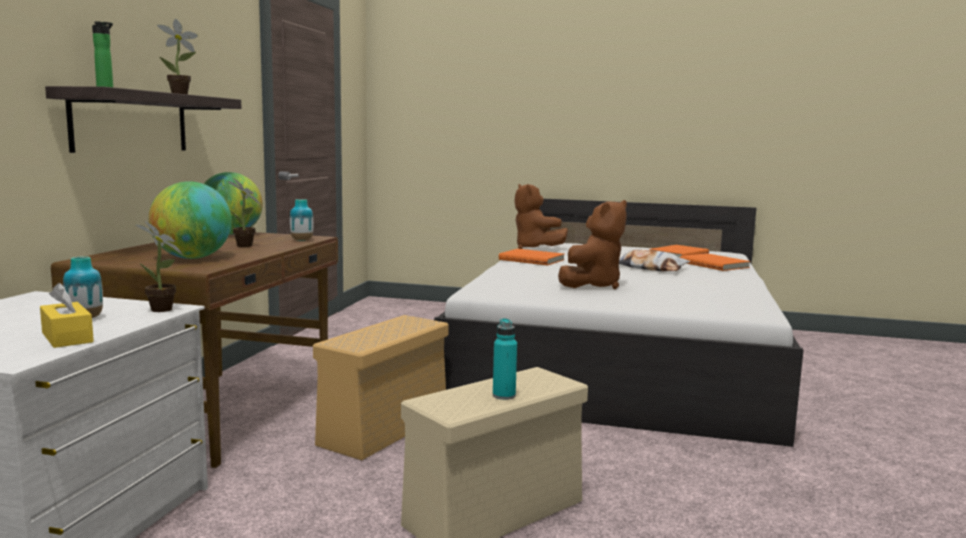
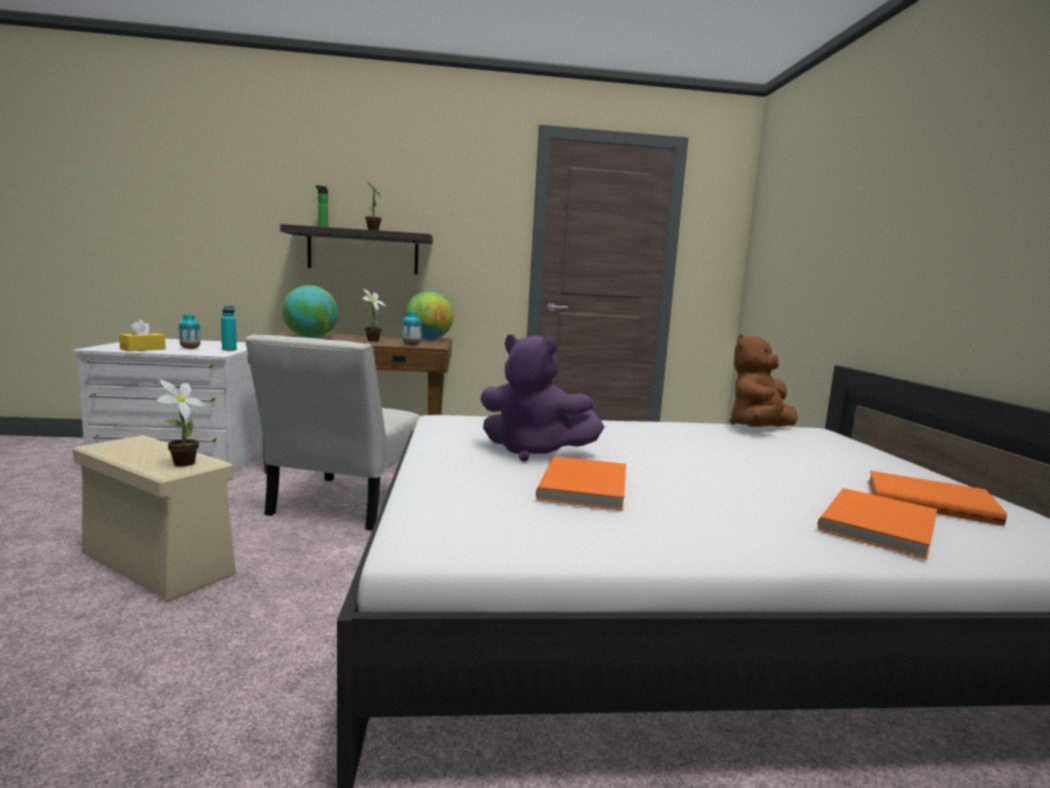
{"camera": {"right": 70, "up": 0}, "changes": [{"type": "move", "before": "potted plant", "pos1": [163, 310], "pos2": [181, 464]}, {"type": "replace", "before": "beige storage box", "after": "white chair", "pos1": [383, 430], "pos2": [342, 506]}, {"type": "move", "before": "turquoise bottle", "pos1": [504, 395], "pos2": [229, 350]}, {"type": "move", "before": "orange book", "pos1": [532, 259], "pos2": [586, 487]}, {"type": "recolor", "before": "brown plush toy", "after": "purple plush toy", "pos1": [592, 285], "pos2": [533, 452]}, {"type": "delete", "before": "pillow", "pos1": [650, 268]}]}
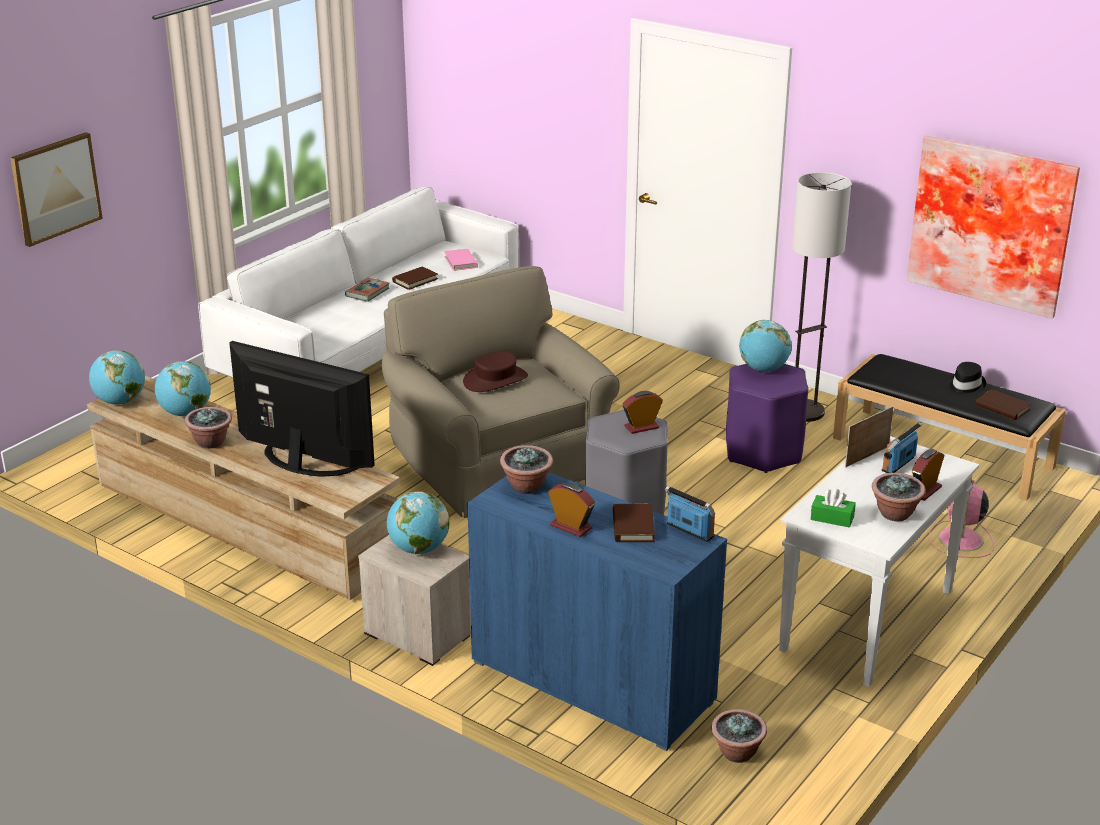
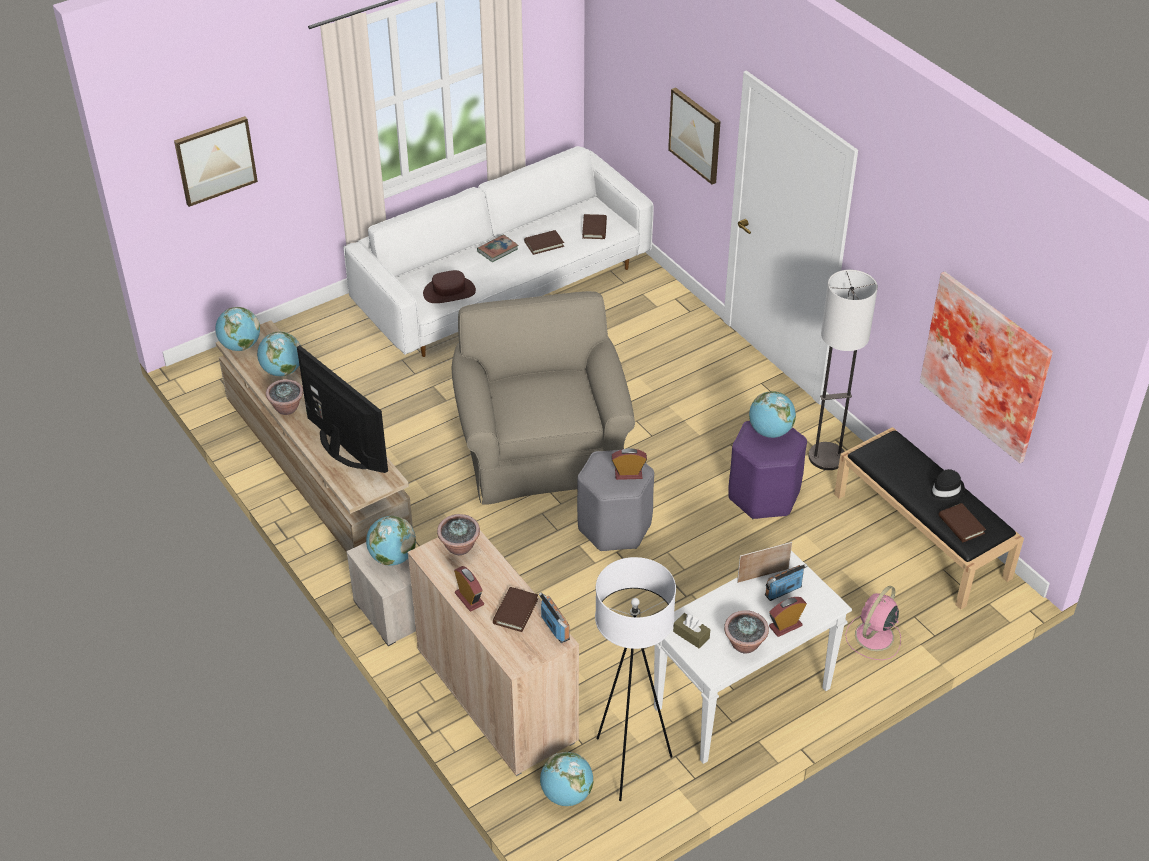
{"camera": {"right": 20, "up": 15}, "changes": [{"type": "recolor", "before": "pink book", "after": "brown book", "pos1": [461, 262], "pos2": [594, 228]}, {"type": "move", "before": "brown hat", "pos1": [495, 380], "pos2": [449, 292]}, {"type": "recolor", "before": "blue cabinet", "after": "beige cabinet", "pos1": [592, 681], "pos2": [496, 695]}, {"type": "replace", "before": "potted plant", "after": "globe", "pos1": [737, 753], "pos2": [566, 794]}, {"type": "recolor", "before": "green tissue box", "after": "brown tissue box", "pos1": [832, 518], "pos2": [691, 635]}, {"type": "insert", "after": "white floor lamp", "pos2": [629, 764]}, {"type": "insert", "after": "picture", "pos2": [695, 135]}]}
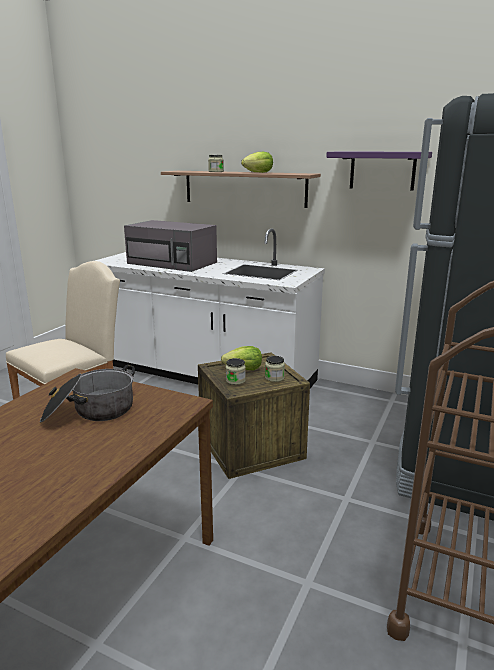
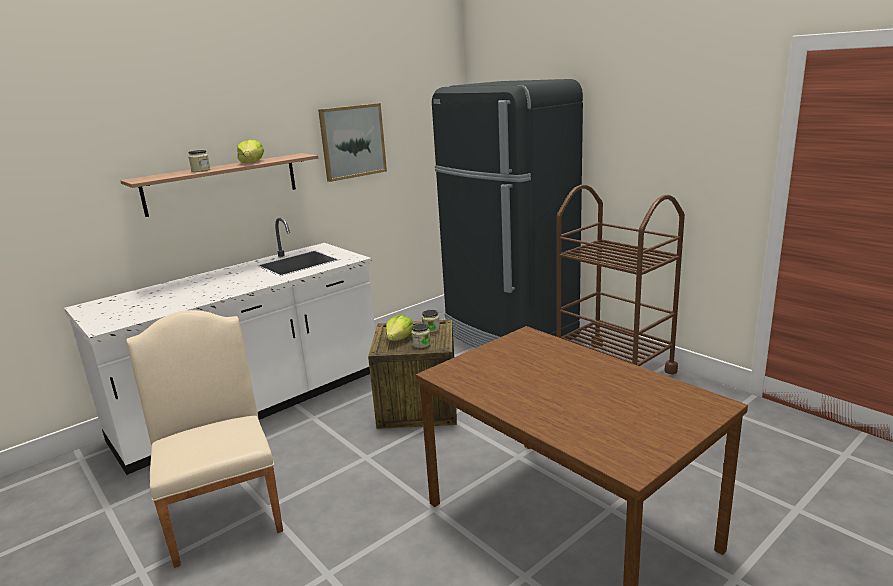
{"camera": {"right": -65, "up": 0}, "changes": [{"type": "delete", "before": "cooking pot", "pos1": [90, 412]}, {"type": "delete", "before": "grey microwave", "pos1": [173, 263]}, {"type": "replace", "before": "purple shelf", "after": "picture", "pos1": [382, 170], "pos2": [352, 141]}]}
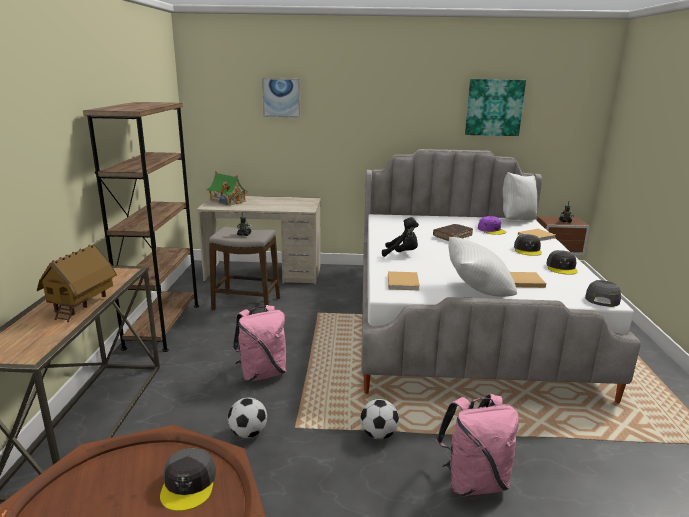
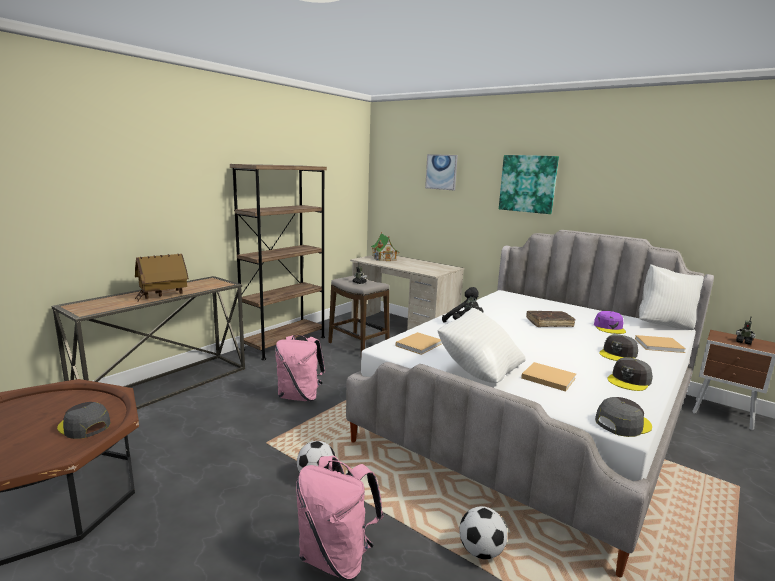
{"camera": {"right": 35, "up": -5}, "changes": [{"type": "rotate", "before": "grey cap", "pos1": [189, 484], "pos2": [84, 426], "turn": 90}, {"type": "move", "before": "football", "pos1": [248, 433], "pos2": [481, 551]}, {"type": "move", "before": "picture", "pos1": [494, 107], "pos2": [528, 184]}]}
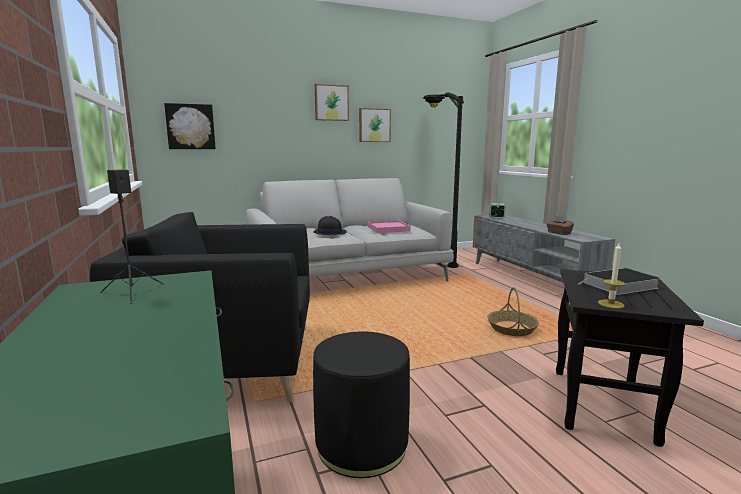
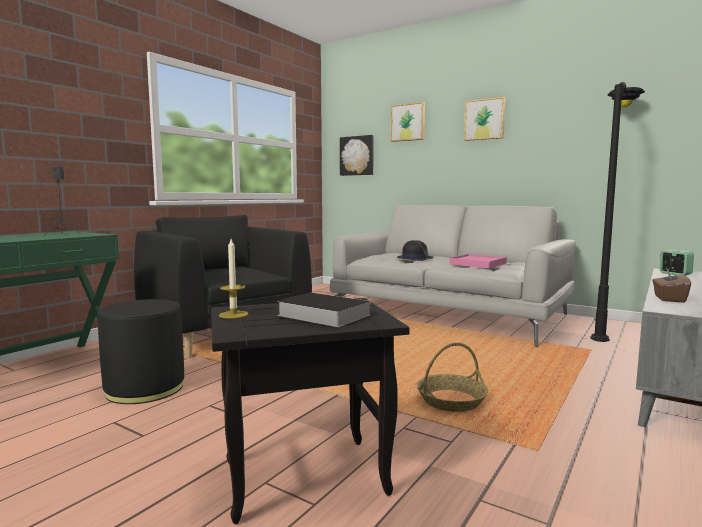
{"camera": {"right": 55, "up": -5}, "changes": [{"type": "move", "before": "picture", "pos1": [374, 125], "pos2": [408, 122]}]}
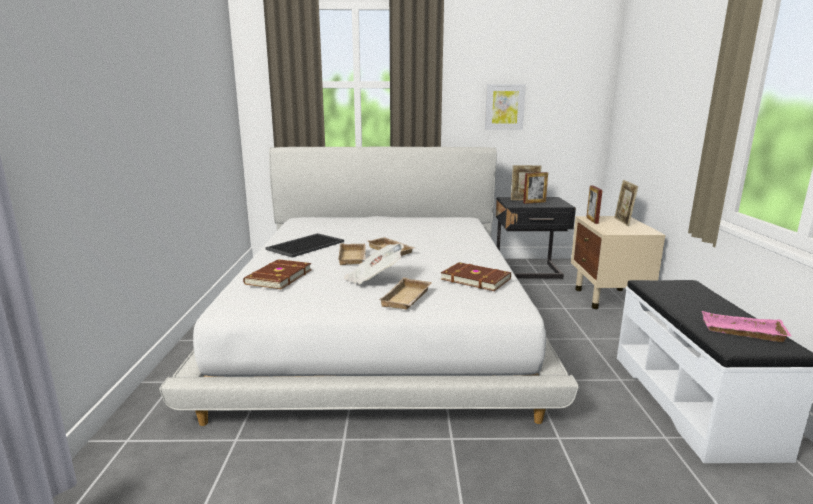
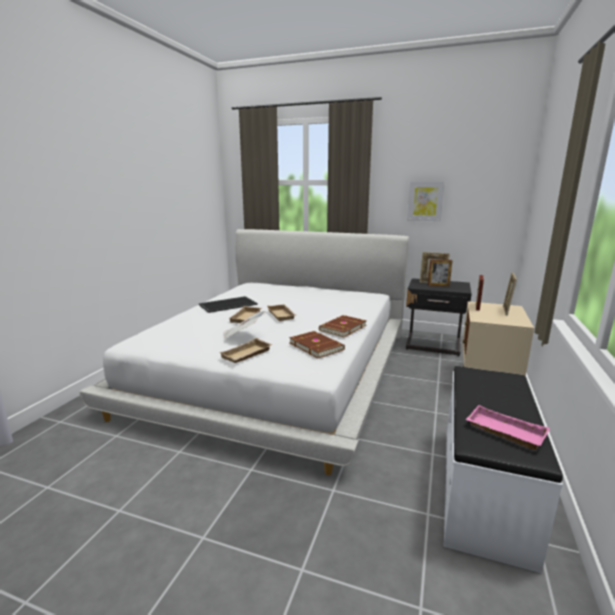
{"camera": {"right": 20, "up": 0}, "changes": [{"type": "move", "before": "brown book", "pos1": [277, 277], "pos2": [342, 328]}]}
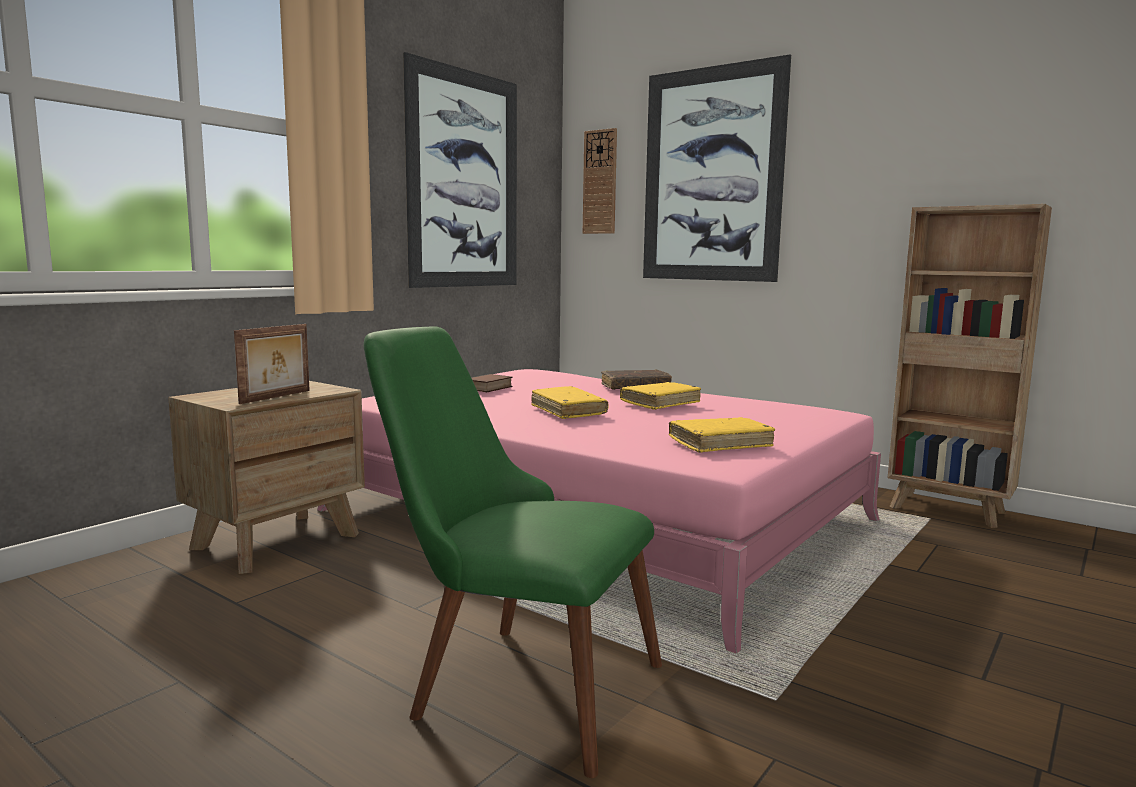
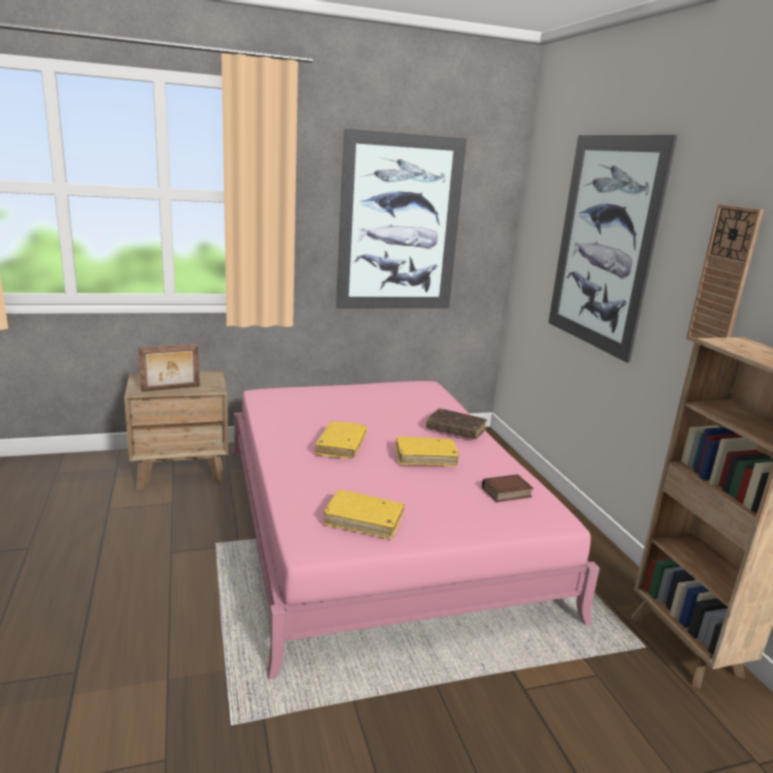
{"camera": {"right": 35, "up": 10}, "changes": [{"type": "delete", "before": "green chair", "pos1": [511, 683]}, {"type": "move", "before": "book", "pos1": [489, 388], "pos2": [506, 493]}, {"type": "move", "before": "wall clock", "pos1": [600, 182], "pos2": [723, 278]}]}
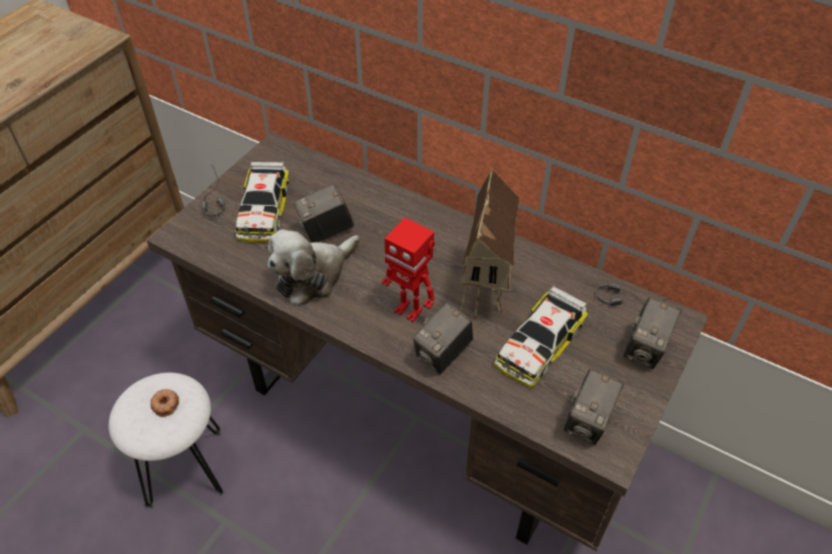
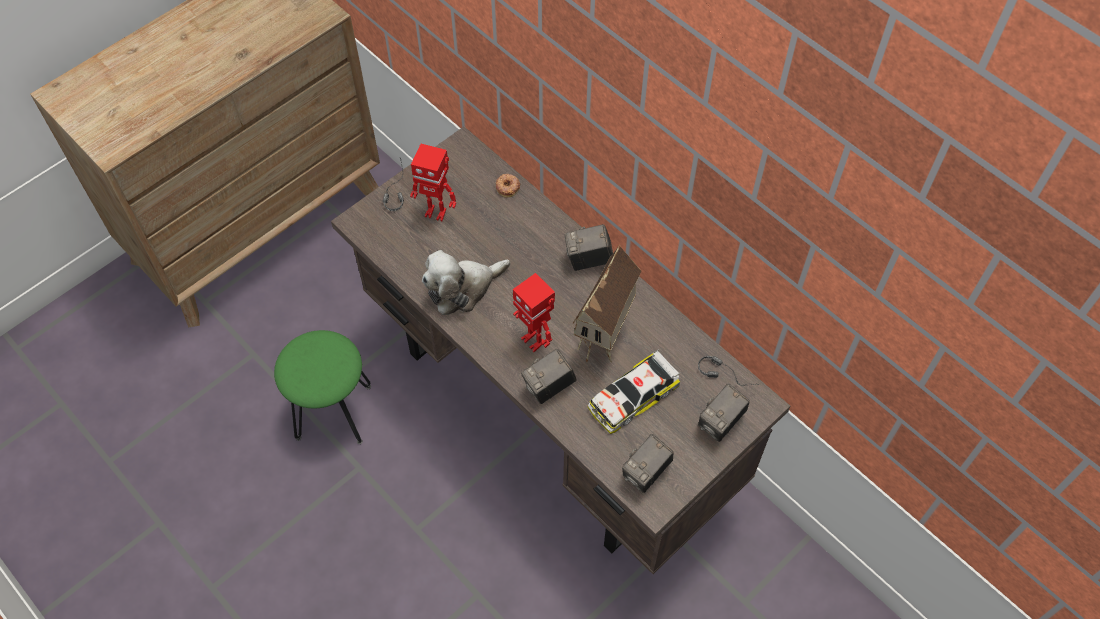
{"camera": {"right": 15, "up": 10}, "changes": [{"type": "recolor", "before": "white stool", "after": "green stool", "pos1": [186, 468], "pos2": [334, 412]}, {"type": "move", "before": "donut", "pos1": [165, 404], "pos2": [508, 187]}, {"type": "replace", "before": "toy car", "after": "toy robot", "pos1": [263, 210], "pos2": [436, 212]}, {"type": "move", "before": "photo camera", "pos1": [326, 231], "pos2": [589, 260]}]}
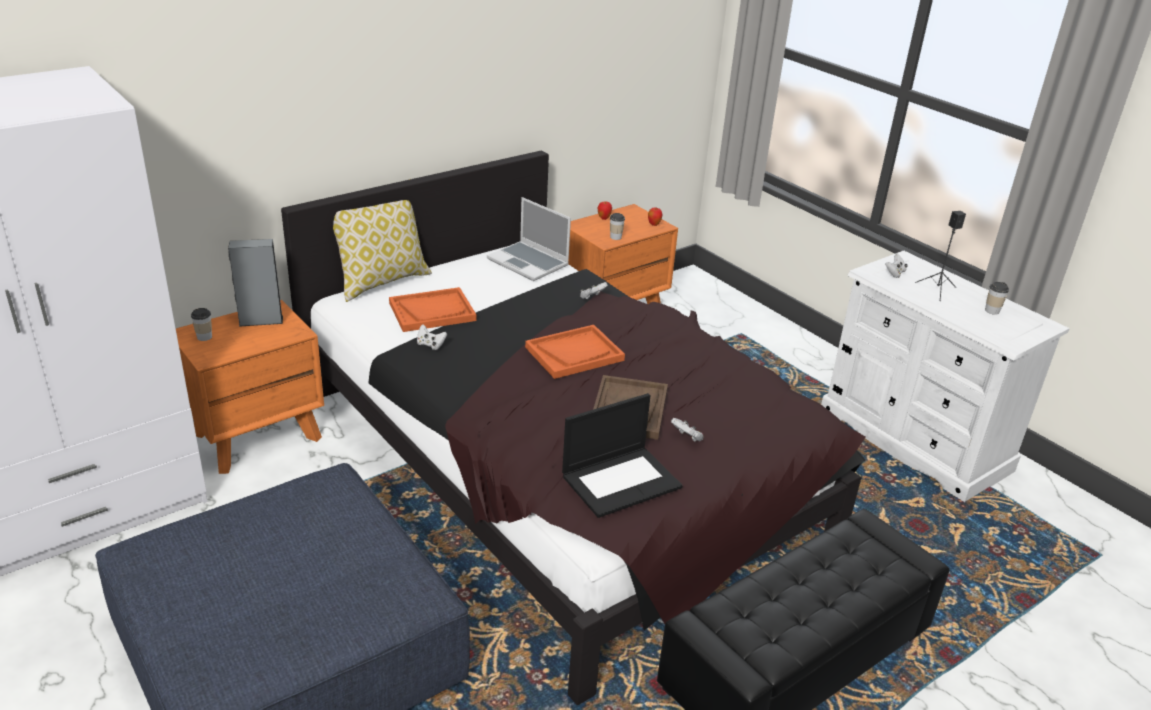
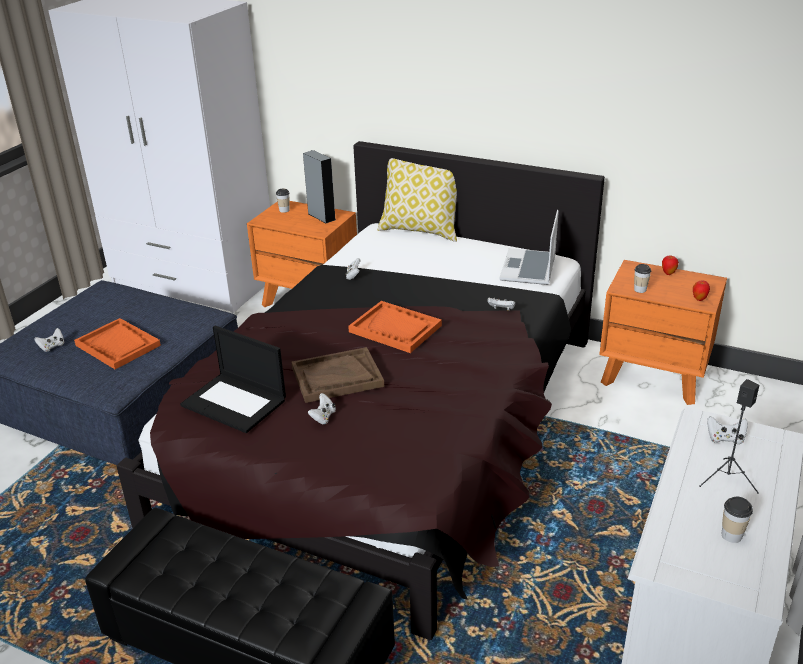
{"camera": {"right": 65, "up": 0}, "changes": [{"type": "move", "before": "orange tray", "pos1": [432, 312], "pos2": [118, 345]}, {"type": "insert", "after": "white game controller", "pos2": [52, 347]}]}
